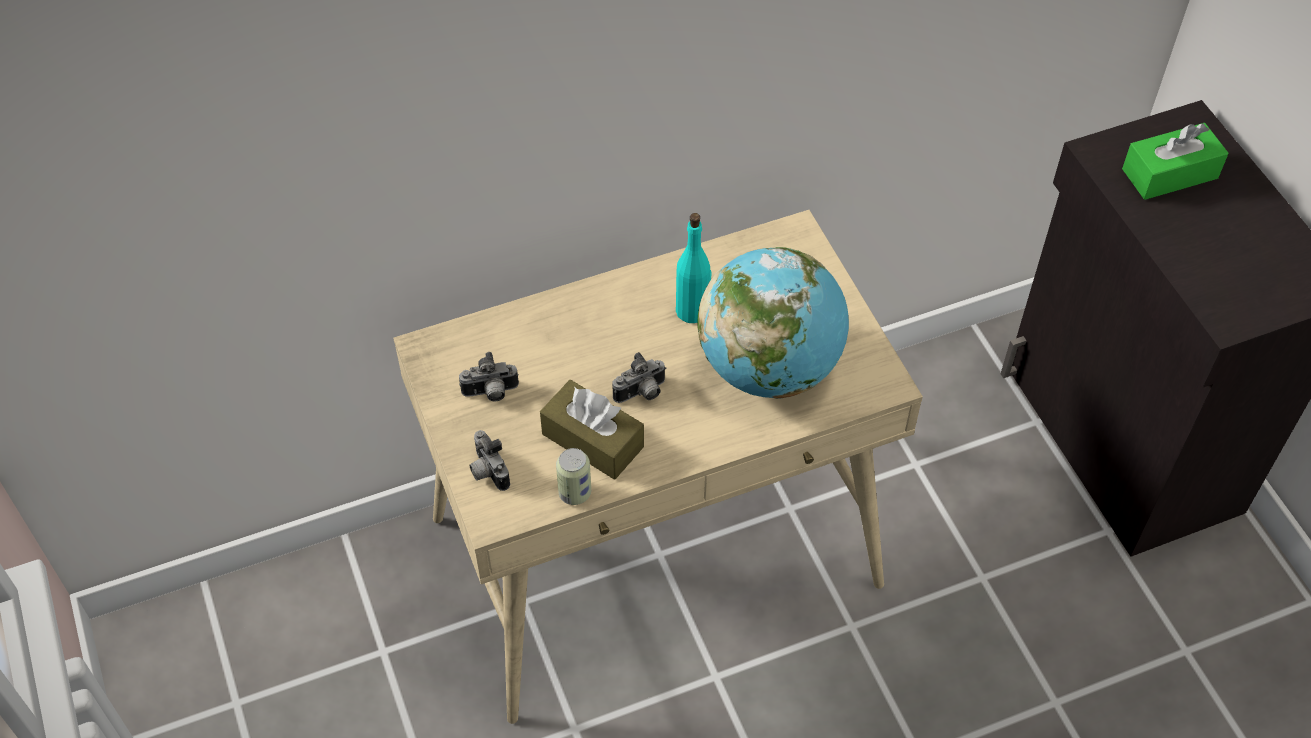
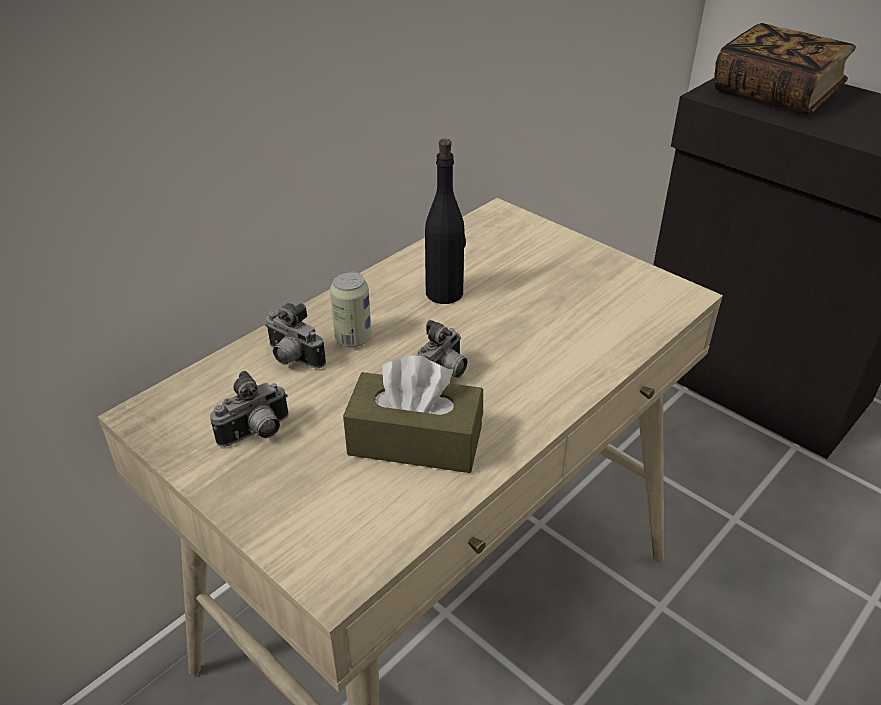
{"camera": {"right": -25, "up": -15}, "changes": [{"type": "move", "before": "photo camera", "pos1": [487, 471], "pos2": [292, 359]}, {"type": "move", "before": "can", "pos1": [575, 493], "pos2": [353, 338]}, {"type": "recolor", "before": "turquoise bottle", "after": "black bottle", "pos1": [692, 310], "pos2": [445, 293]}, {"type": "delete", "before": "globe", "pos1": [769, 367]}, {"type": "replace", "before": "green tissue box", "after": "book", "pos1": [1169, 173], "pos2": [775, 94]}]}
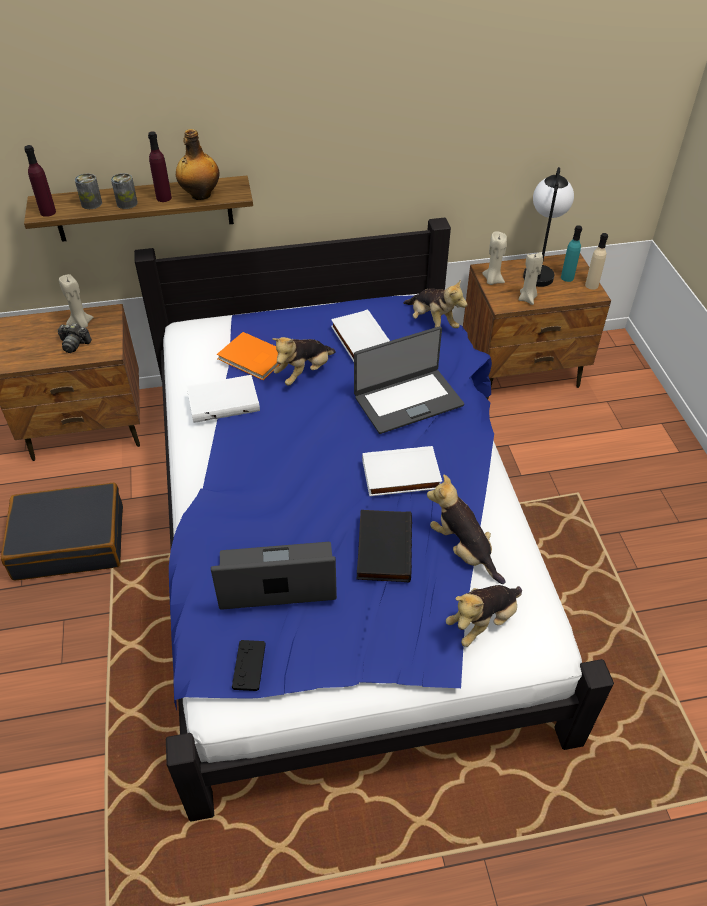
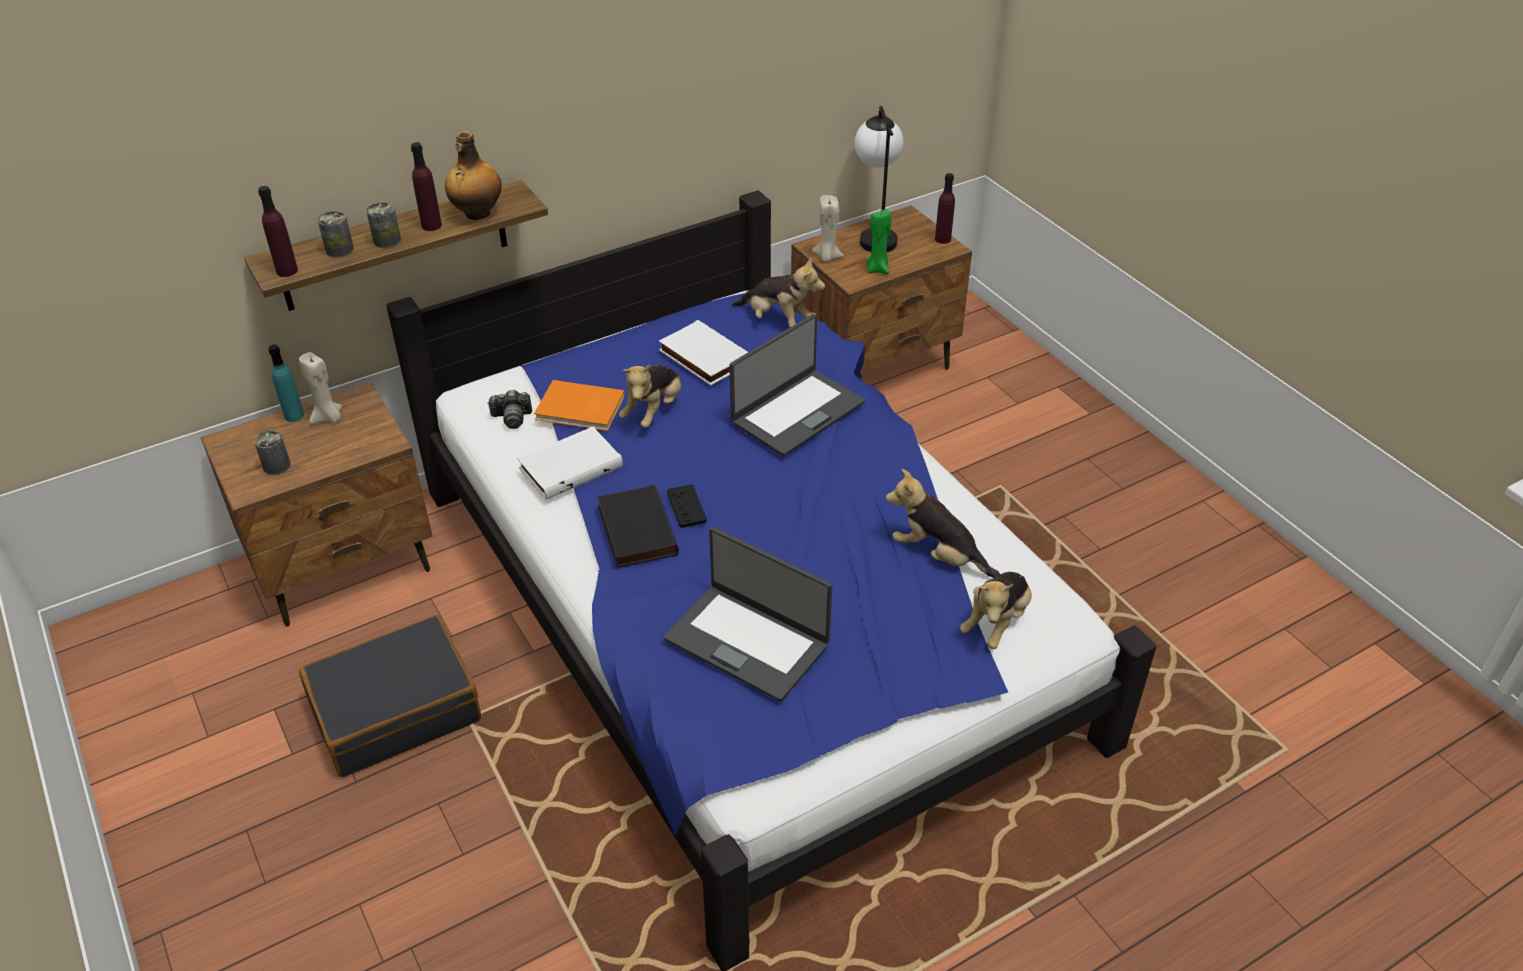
{"camera": {"right": -20, "up": -5}, "changes": [{"type": "move", "before": "photo camera", "pos1": [74, 344], "pos2": [512, 418]}, {"type": "rotate", "before": "laptop", "pos1": [277, 579], "pos2": [748, 641], "turn": -120}, {"type": "move", "before": "black game controller", "pos1": [249, 665], "pos2": [686, 507]}, {"type": "move", "before": "black book", "pos1": [382, 548], "pos2": [634, 530]}, {"type": "delete", "before": "white book", "pos1": [401, 476]}, {"type": "recolor", "before": "beige candle", "after": "green candle", "pos1": [527, 299], "pos2": [878, 269]}, {"type": "move", "before": "turquoise bottle", "pos1": [567, 277], "pos2": [294, 416]}, {"type": "recolor", "before": "beige bottle", "after": "purple bottle", "pos1": [591, 285], "pos2": [942, 239]}, {"type": "insert", "after": "can", "pos2": [277, 466]}]}
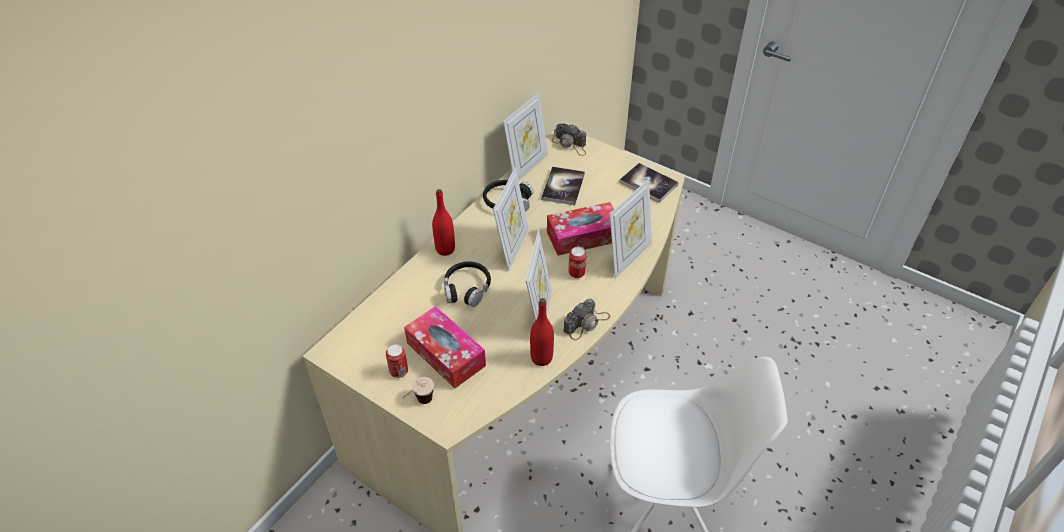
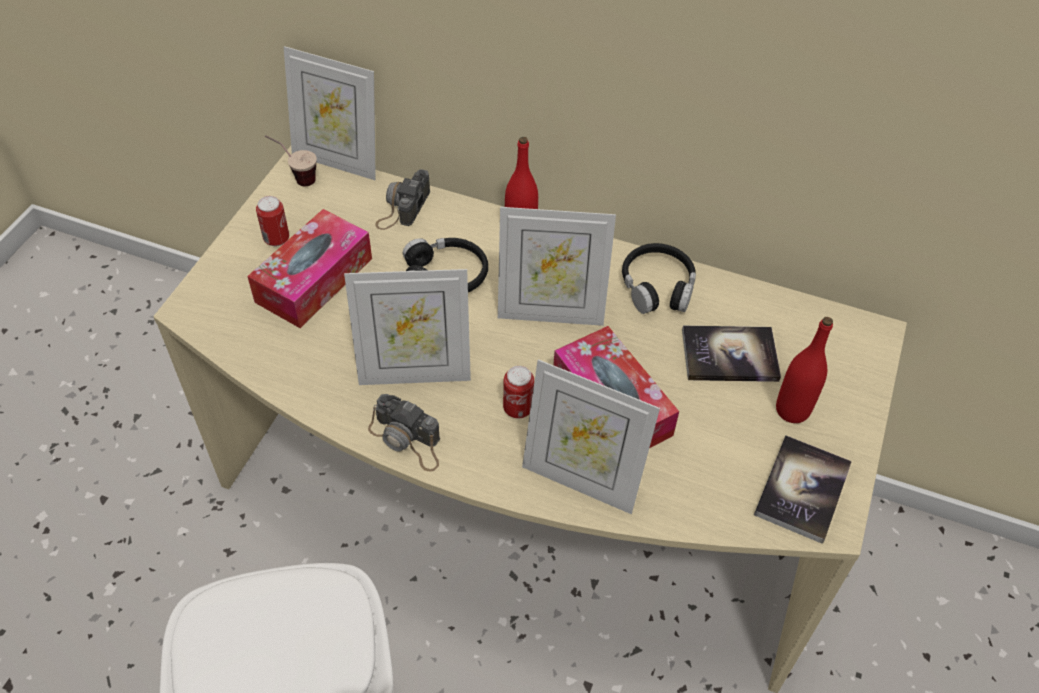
{"camera": {"right": 75, "up": 5}, "changes": [{"type": "move", "before": "cup", "pos1": [419, 404], "pos2": [295, 178]}, {"type": "move", "before": "picture frame", "pos1": [526, 166], "pos2": [338, 161]}, {"type": "move", "before": "red bottle", "pos1": [541, 358], "pos2": [792, 410]}, {"type": "move", "before": "photo camera", "pos1": [570, 144], "pos2": [403, 207]}]}
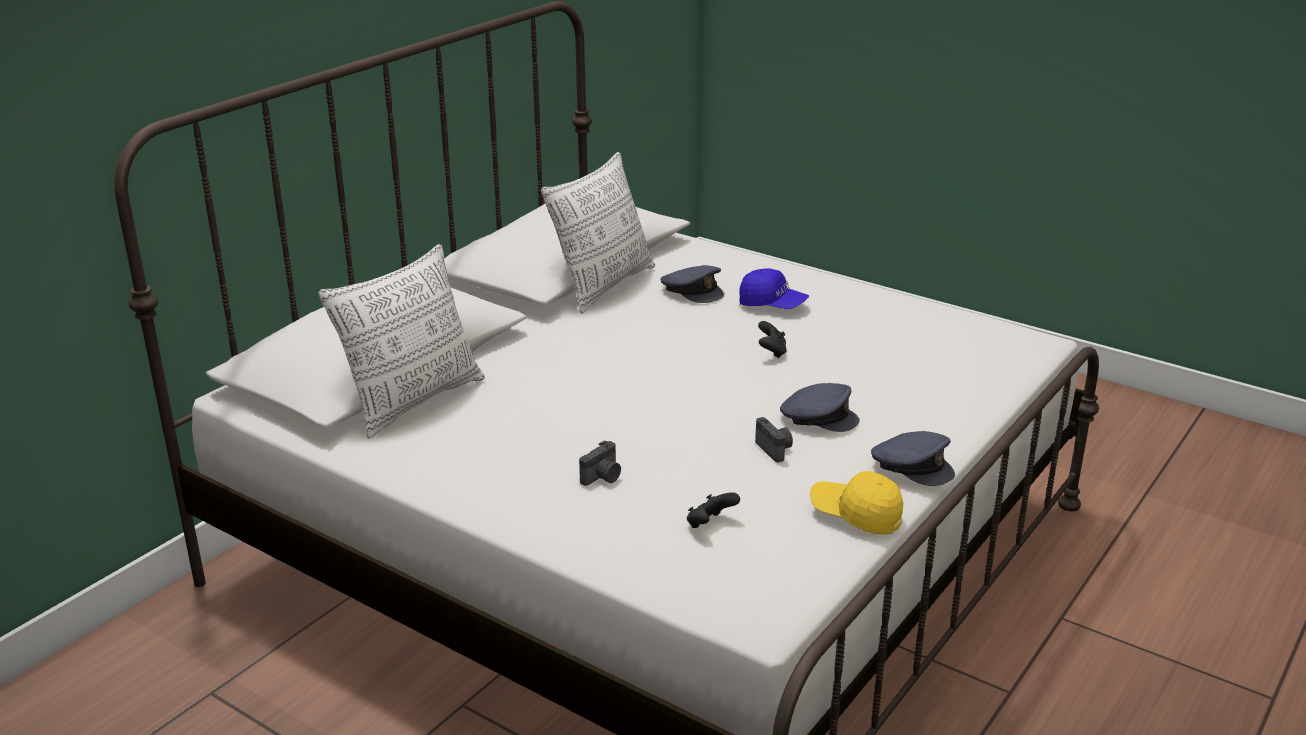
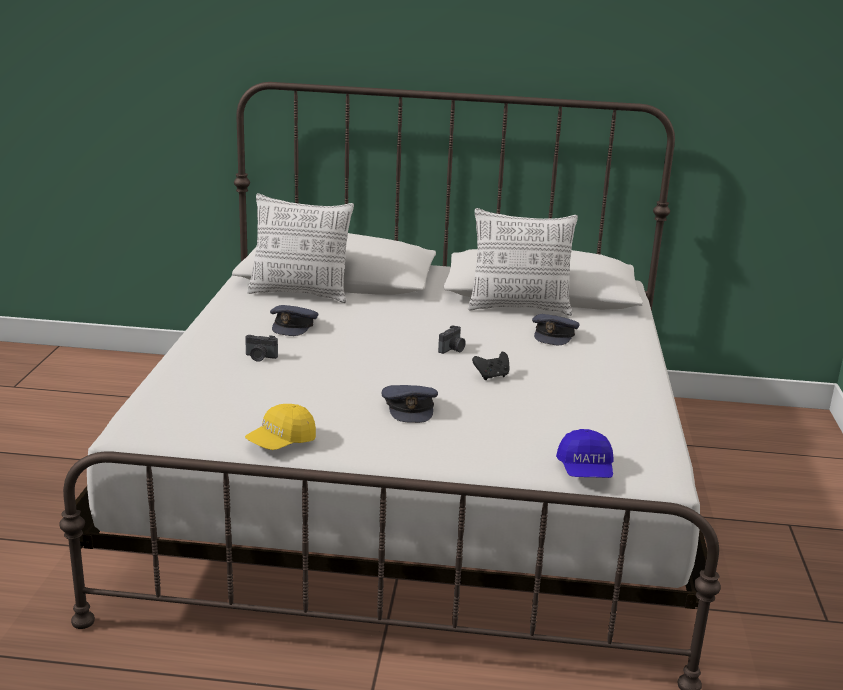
{"camera": {"right": 60, "up": -5}, "changes": [{"type": "delete", "before": "black game controller", "pos1": [710, 524]}, {"type": "move", "before": "blue cap", "pos1": [772, 305], "pos2": [585, 471]}, {"type": "move", "before": "photo camera", "pos1": [775, 449], "pos2": [452, 349]}, {"type": "rotate", "before": "yellow cap", "pos1": [856, 515], "pos2": [281, 442], "turn": -135}, {"type": "move", "before": "grey cap", "pos1": [912, 466], "pos2": [294, 325]}]}
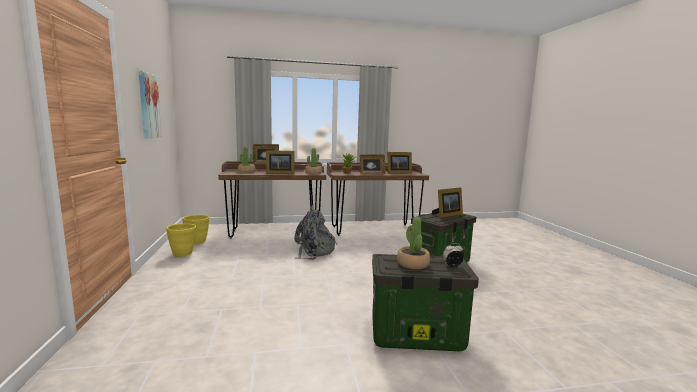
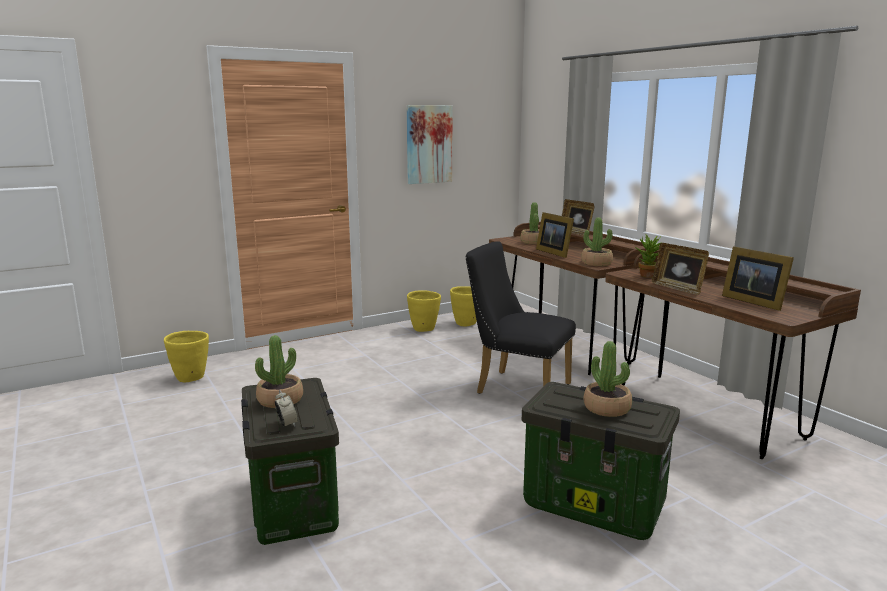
{"camera": {"right": 70, "up": 5}, "changes": [{"type": "replace", "before": "grey backpack", "after": "black chair", "pos1": [313, 251], "pos2": [516, 387]}, {"type": "replace", "before": "picture frame", "after": "potted plant", "pos1": [447, 215], "pos2": [607, 408]}, {"type": "insert", "after": "yellow planter", "pos2": [191, 378]}]}
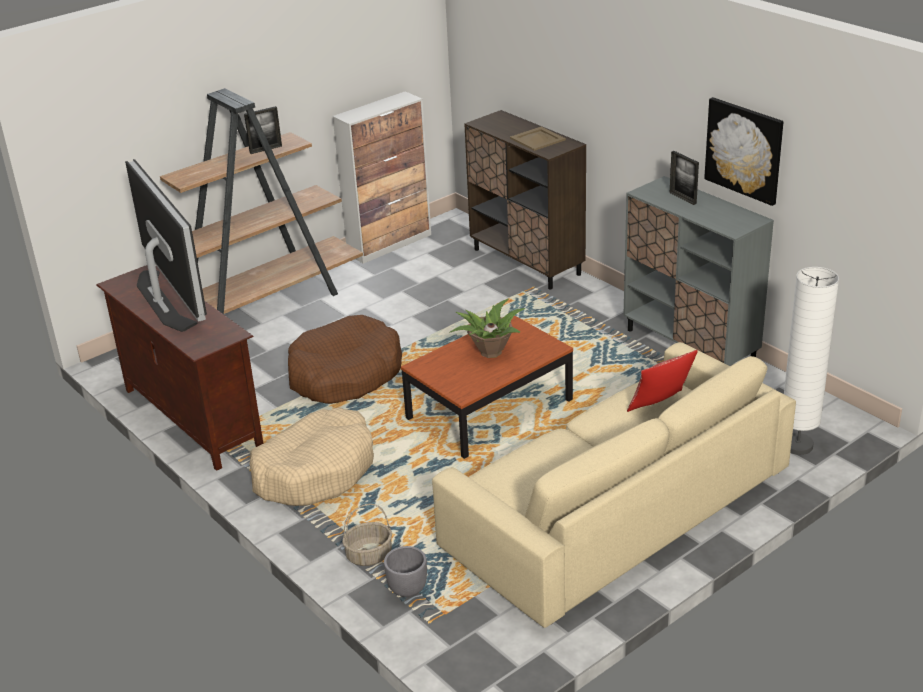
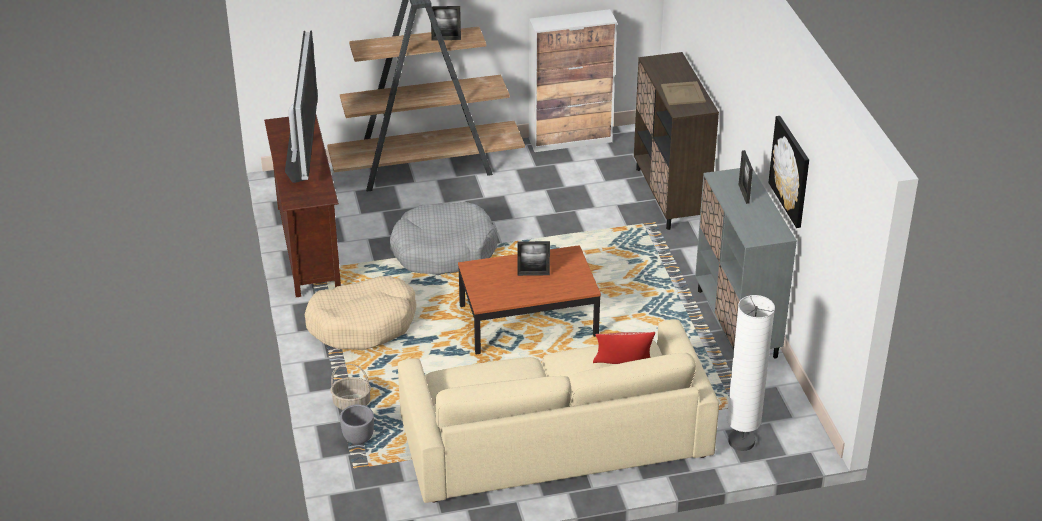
{"camera": {"right": 25, "up": 5}, "changes": [{"type": "recolor", "before": "brown dog bed", "after": "grey dog bed", "pos1": [345, 374], "pos2": [443, 250]}, {"type": "replace", "before": "potted plant", "after": "picture frame", "pos1": [490, 352], "pos2": [533, 274]}]}
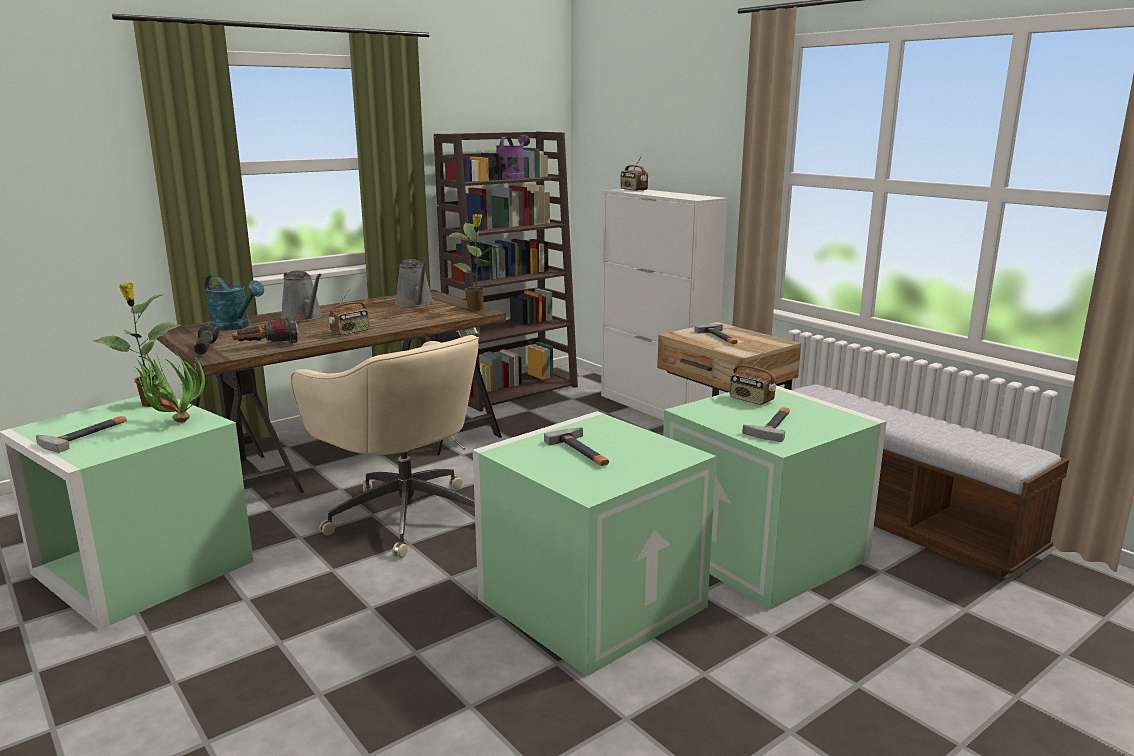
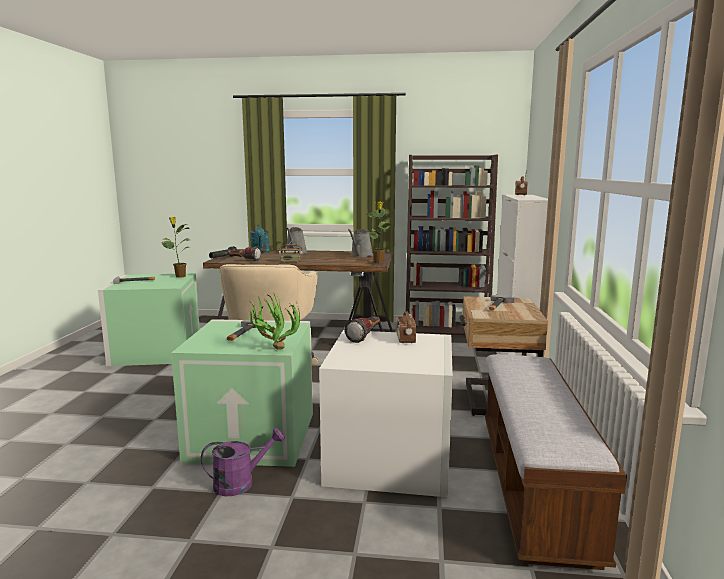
{"camera": {"right": 45, "up": -5}, "changes": [{"type": "move", "before": "potted plant", "pos1": [173, 424], "pos2": [273, 349]}, {"type": "move", "before": "purple watering can", "pos1": [512, 177], "pos2": [241, 483]}, {"type": "recolor", "before": "green storage box", "after": "white storage box", "pos1": [765, 552], "pos2": [391, 459]}, {"type": "delete", "before": "hammer", "pos1": [772, 425]}, {"type": "insert", "after": "flashlight", "pos2": [365, 336]}]}
